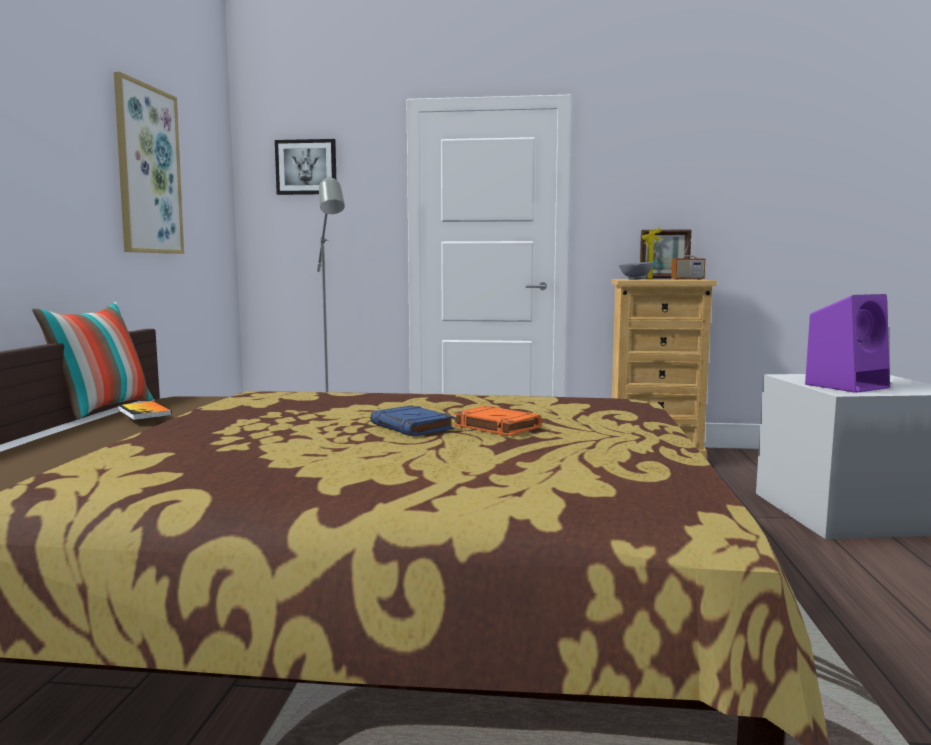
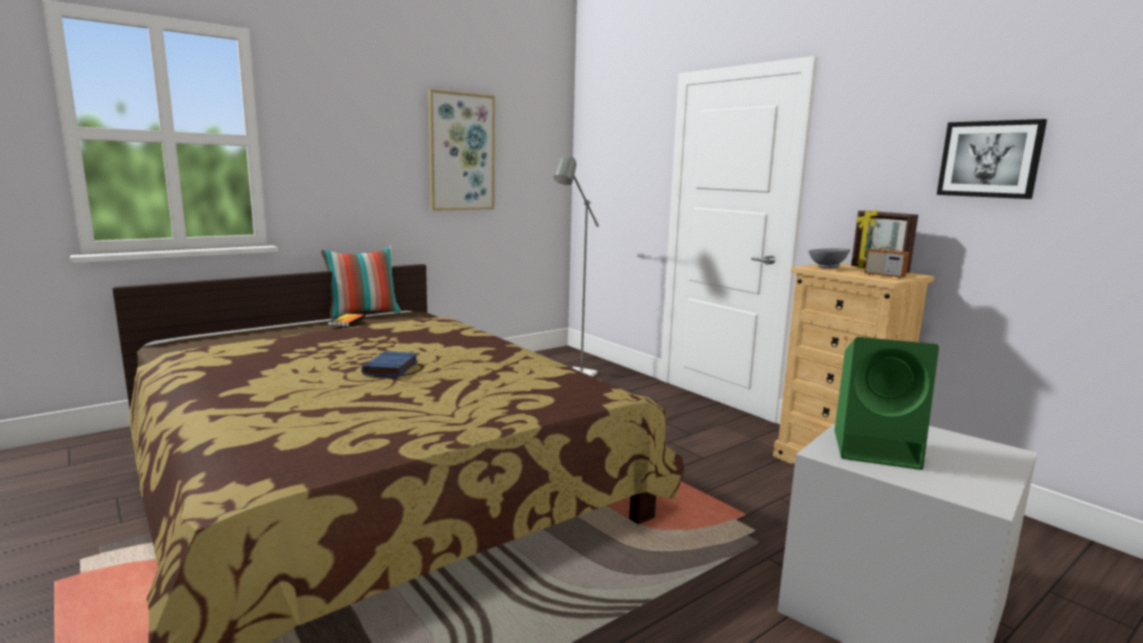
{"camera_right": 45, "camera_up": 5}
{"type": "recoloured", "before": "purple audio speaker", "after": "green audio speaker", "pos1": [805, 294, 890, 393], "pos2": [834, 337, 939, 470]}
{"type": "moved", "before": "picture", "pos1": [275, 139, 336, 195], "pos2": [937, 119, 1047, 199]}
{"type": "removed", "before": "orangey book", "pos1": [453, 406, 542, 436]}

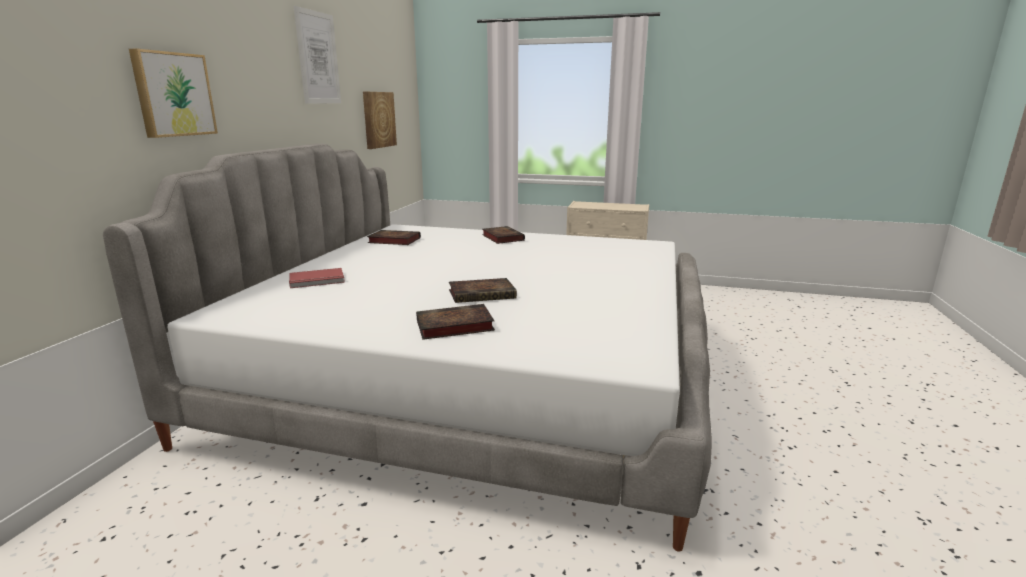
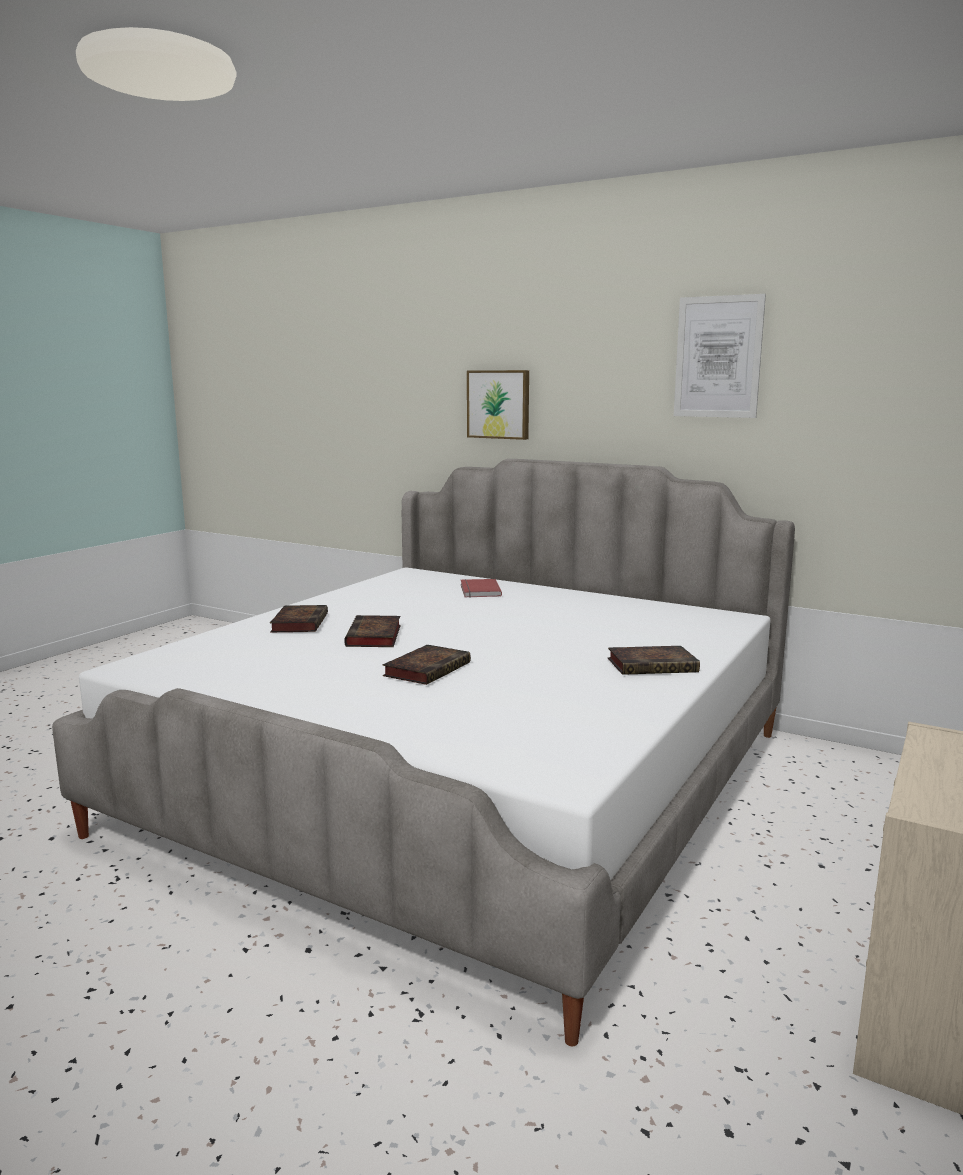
{"camera_right": 105, "camera_up": -5}
{"type": "moved", "before": "book", "pos1": [367, 230, 421, 245], "pos2": [382, 645, 471, 685]}
{"type": "removed", "before": "picture", "pos1": [363, 92, 397, 149]}

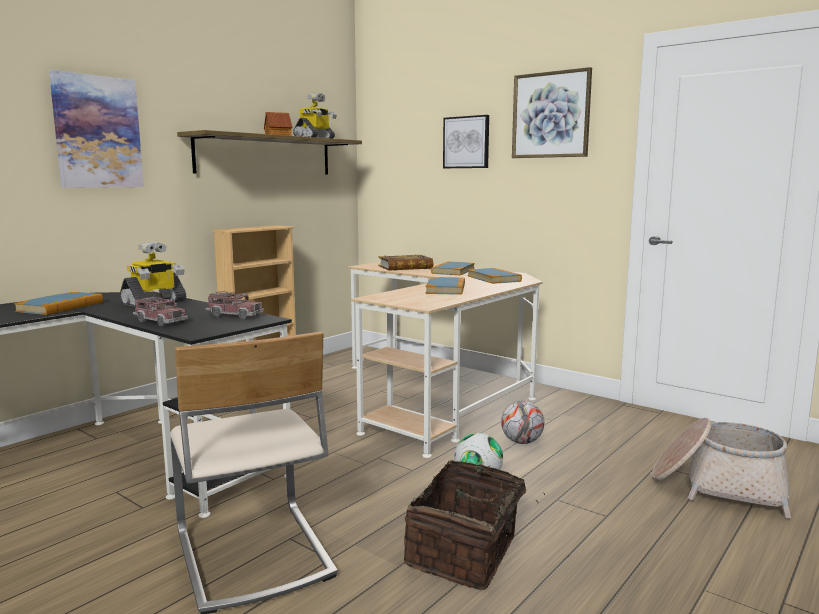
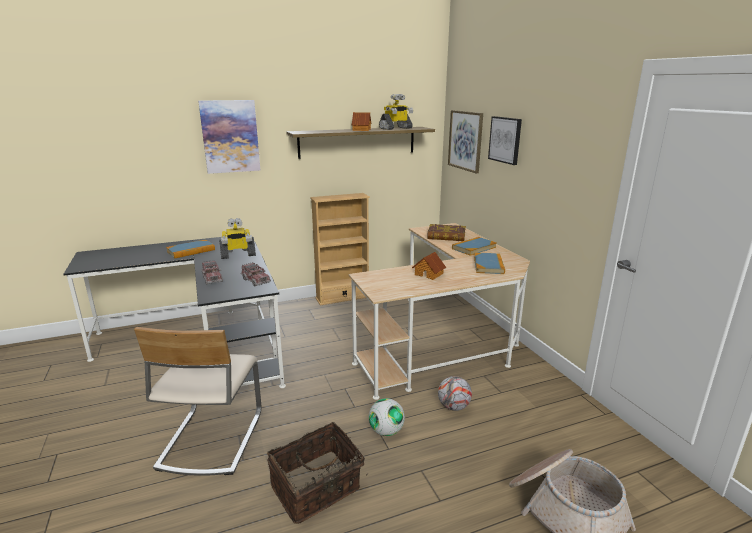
{"camera_right": 30, "camera_up": 10}
{"type": "replaced", "before": "book", "after": "miniature house", "pos1": [425, 277, 465, 295], "pos2": [412, 252, 446, 280]}
{"type": "moved", "before": "picture", "pos1": [512, 67, 592, 158], "pos2": [448, 110, 483, 173]}

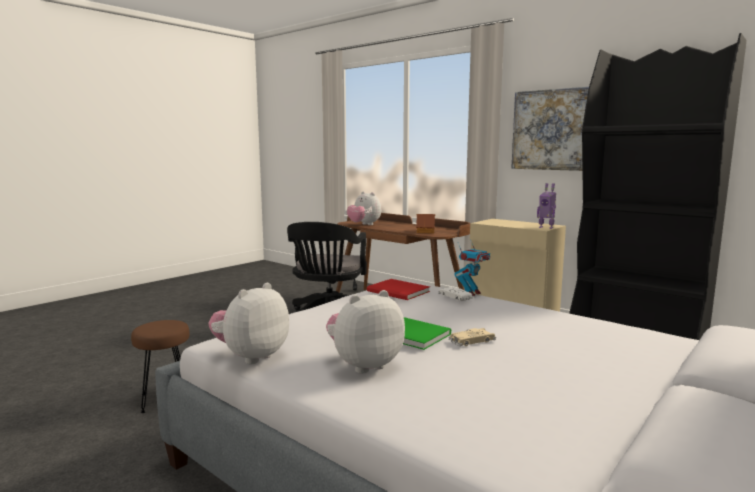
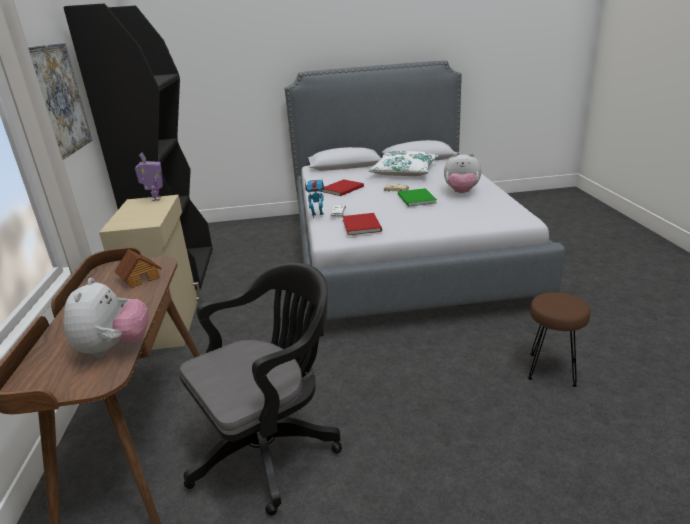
{"camera_right": -135, "camera_up": 15}
{"type": "added", "after": "red-coloured book", "pos2": [321, 179, 364, 196]}
{"type": "added", "after": "white-coloured throw pillow", "pos2": [368, 151, 439, 176]}
{"type": "removed", "before": "cuddly toy", "pos1": [208, 283, 289, 364]}

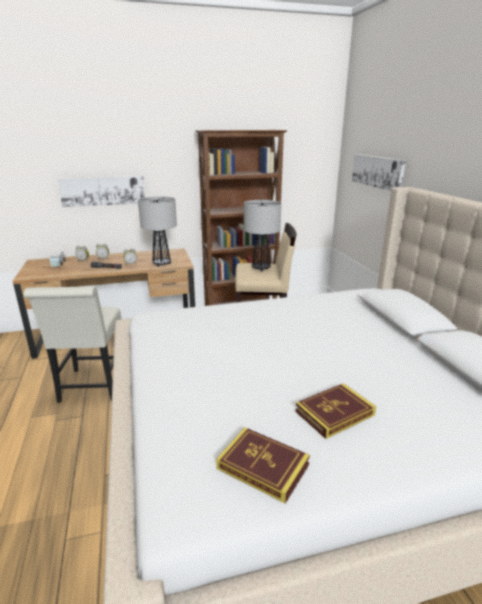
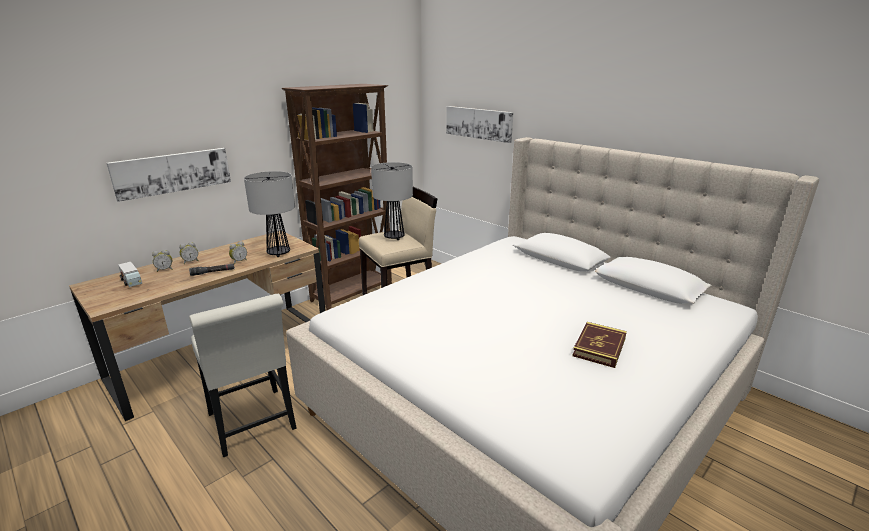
{"camera_right": -30, "camera_up": 0}
{"type": "removed", "before": "book", "pos1": [216, 427, 310, 503]}

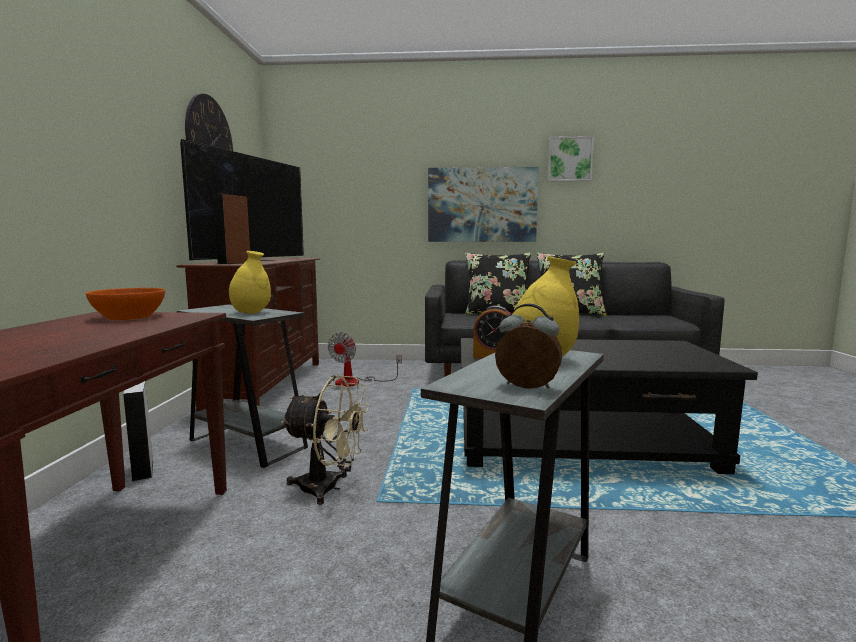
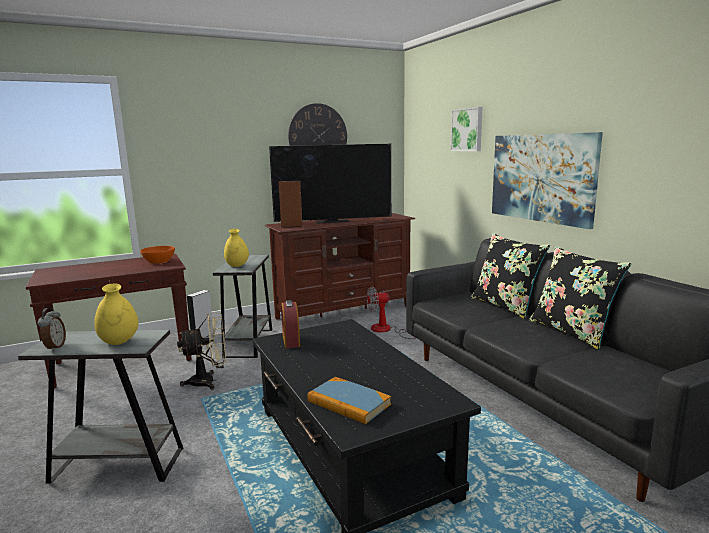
{"camera_right": 60, "camera_up": 5}
{"type": "turned", "before": "sand-coloured fan", "pos1": [281, 375, 369, 505], "pos2": [177, 313, 226, 390], "turn": -90}
{"type": "added", "after": "book", "pos2": [307, 377, 391, 424]}
{"type": "moved", "before": "picture", "pos1": [547, 136, 594, 182], "pos2": [450, 107, 483, 151]}

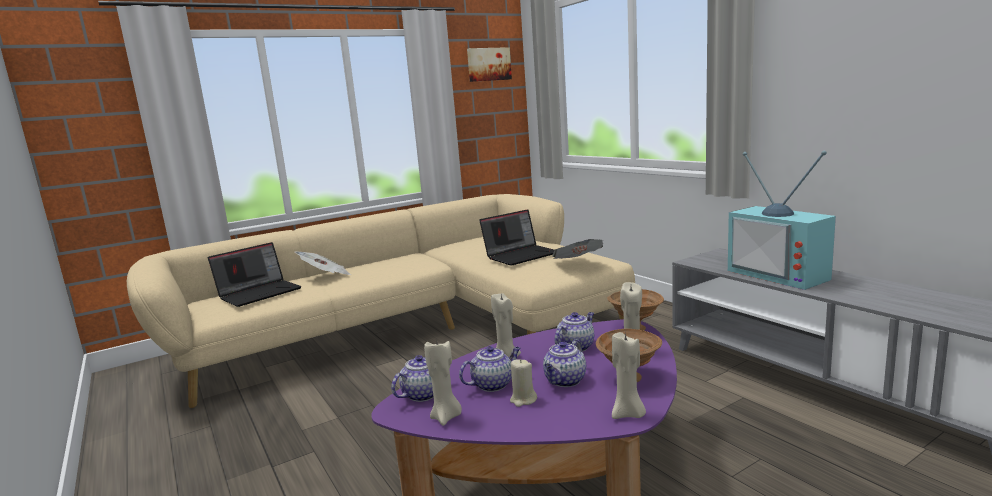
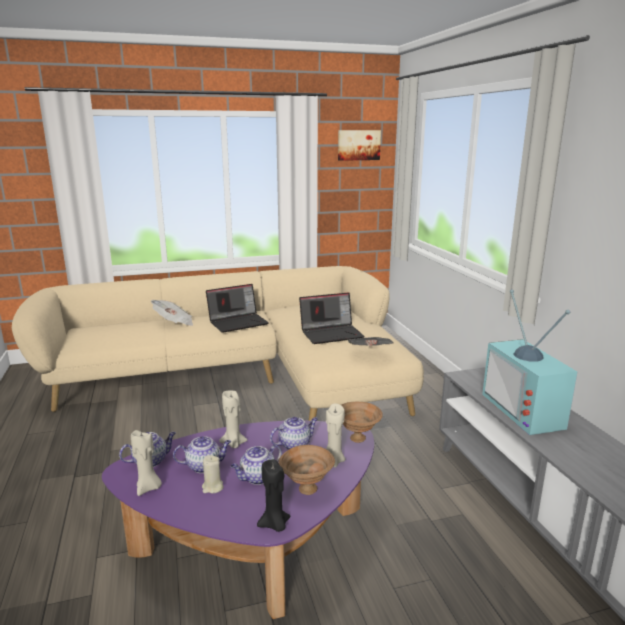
{"camera_right": 15, "camera_up": 5}
{"type": "moved", "before": "portable computer", "pos1": [208, 242, 301, 307], "pos2": [206, 284, 269, 333]}
{"type": "recoloured", "before": "sand-coloured candle", "after": "black candle", "pos1": [612, 331, 646, 419], "pos2": [257, 459, 290, 532]}

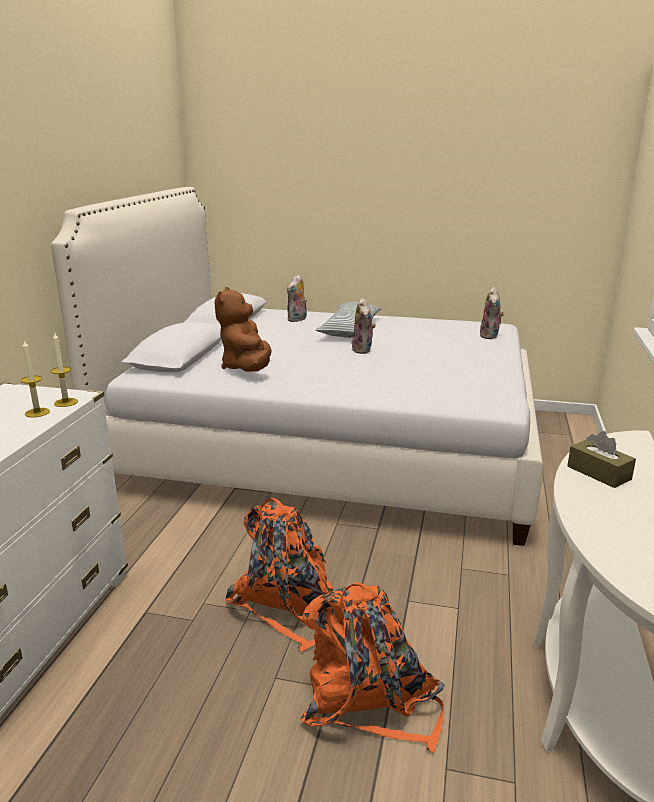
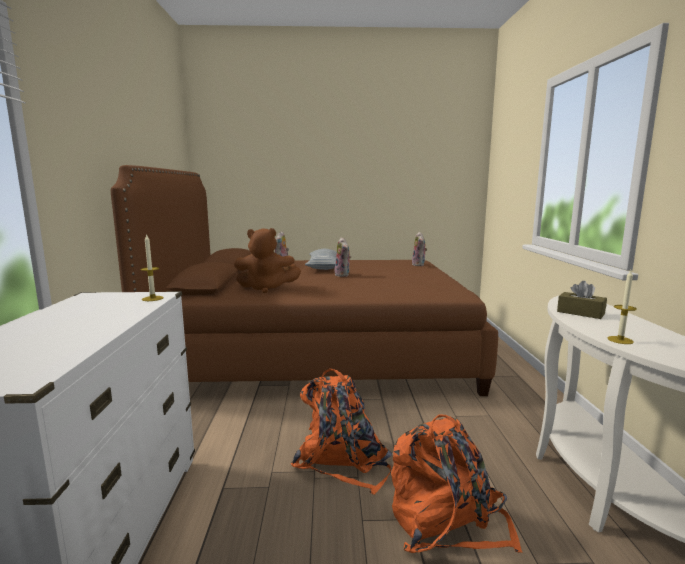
{"camera_right": -15, "camera_up": -10}
{"type": "recoloured", "before": "white-coloured bed", "after": "brown-coloured bed", "pos1": [51, 187, 543, 546], "pos2": [111, 165, 498, 396]}
{"type": "turned", "before": "brown-coloured cuddly toy", "pos1": [215, 287, 272, 372], "pos2": [234, 228, 301, 293], "turn": -75}
{"type": "moved", "before": "candle", "pos1": [20, 340, 50, 418], "pos2": [608, 270, 637, 344]}

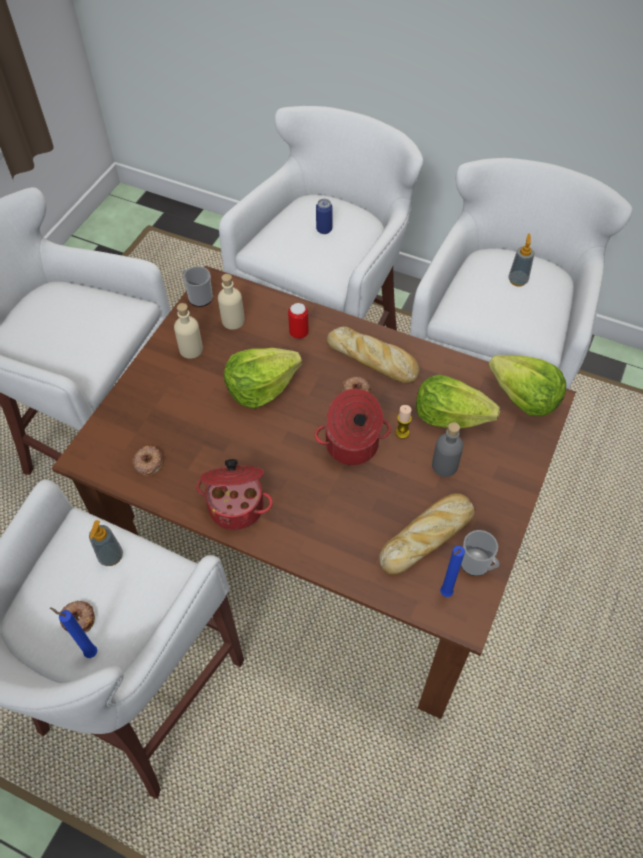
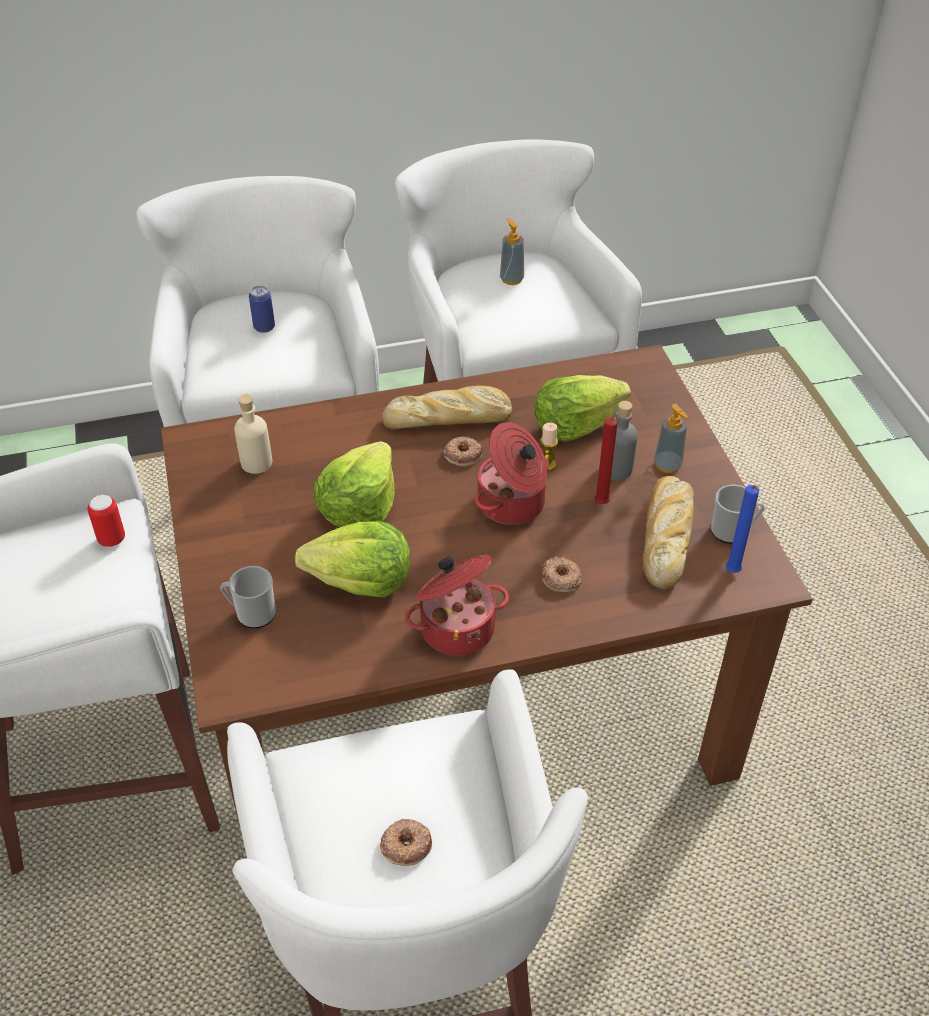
{"camera_right": -40, "camera_up": -10}
{"type": "moved", "before": "can", "pos1": [288, 303, 309, 339], "pos2": [87, 495, 125, 547]}
{"type": "moved", "before": "tea mug", "pos1": [183, 266, 213, 307], "pos2": [220, 566, 276, 629]}
{"type": "moved", "before": "lettuce", "pos1": [488, 355, 566, 416], "pos2": [295, 521, 410, 598]}
{"type": "moved", "before": "doughnut", "pos1": [133, 446, 163, 476], "pos2": [542, 556, 582, 592]}
{"type": "added", "after": "red-coloured candle", "pos2": [595, 417, 618, 504]}
{"type": "moved", "before": "liquid soap bottle", "pos1": [89, 520, 123, 566], "pos2": [654, 404, 688, 473]}
{"type": "removed", "before": "blue-coloured candle", "pos1": [50, 607, 97, 658]}
{"type": "removed", "before": "sand-coloured bottle", "pos1": [174, 303, 203, 359]}

